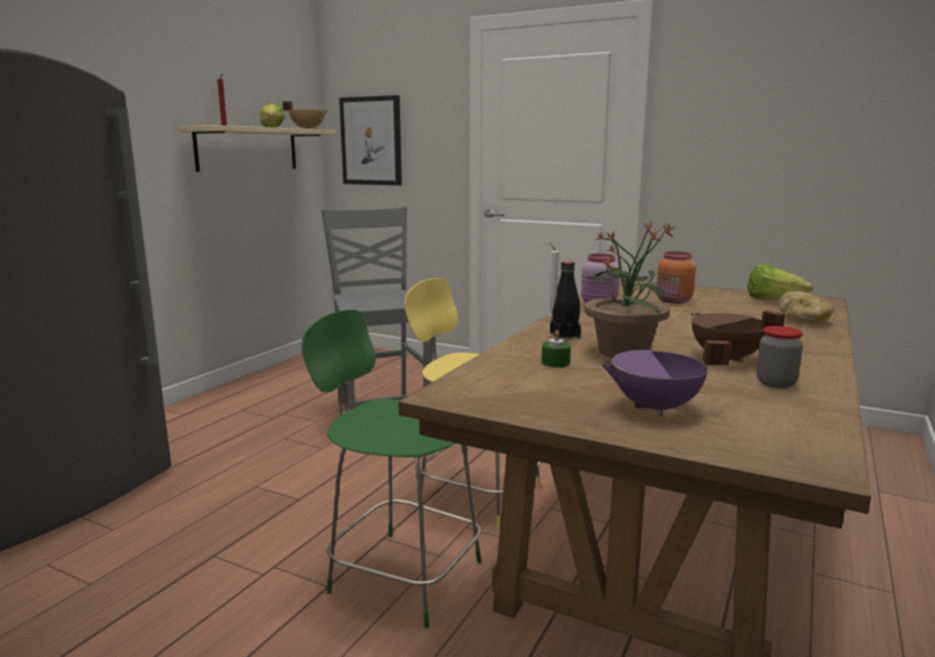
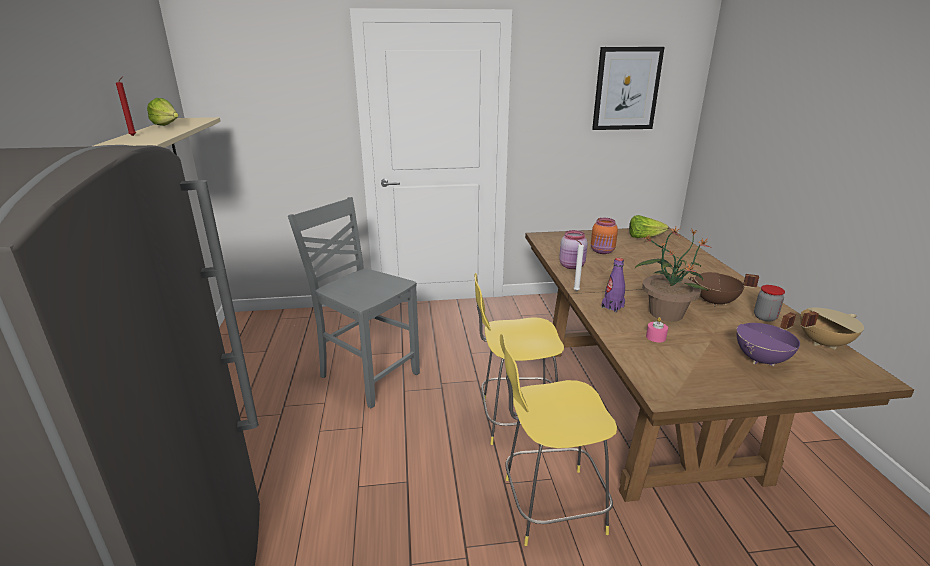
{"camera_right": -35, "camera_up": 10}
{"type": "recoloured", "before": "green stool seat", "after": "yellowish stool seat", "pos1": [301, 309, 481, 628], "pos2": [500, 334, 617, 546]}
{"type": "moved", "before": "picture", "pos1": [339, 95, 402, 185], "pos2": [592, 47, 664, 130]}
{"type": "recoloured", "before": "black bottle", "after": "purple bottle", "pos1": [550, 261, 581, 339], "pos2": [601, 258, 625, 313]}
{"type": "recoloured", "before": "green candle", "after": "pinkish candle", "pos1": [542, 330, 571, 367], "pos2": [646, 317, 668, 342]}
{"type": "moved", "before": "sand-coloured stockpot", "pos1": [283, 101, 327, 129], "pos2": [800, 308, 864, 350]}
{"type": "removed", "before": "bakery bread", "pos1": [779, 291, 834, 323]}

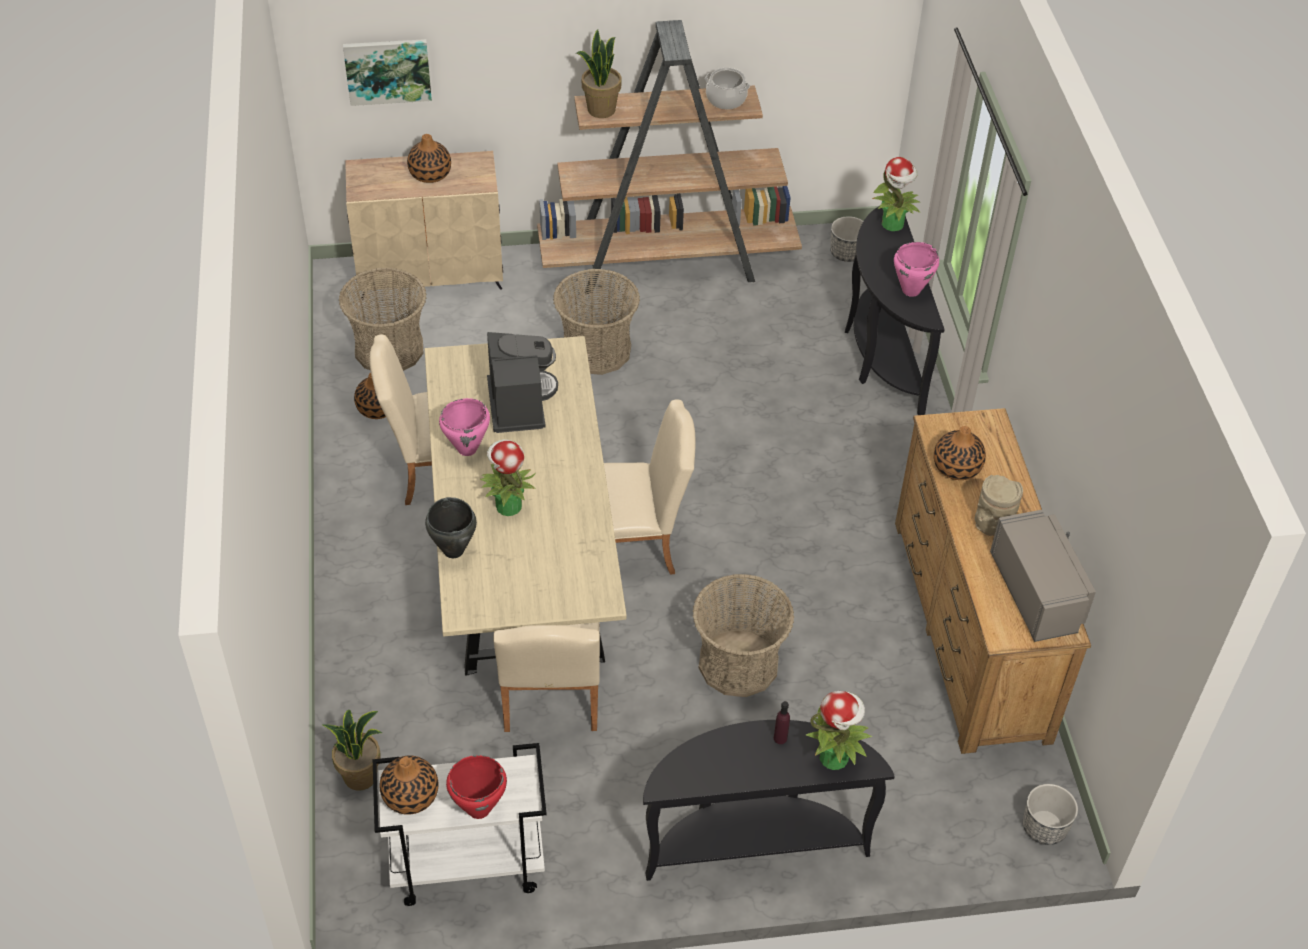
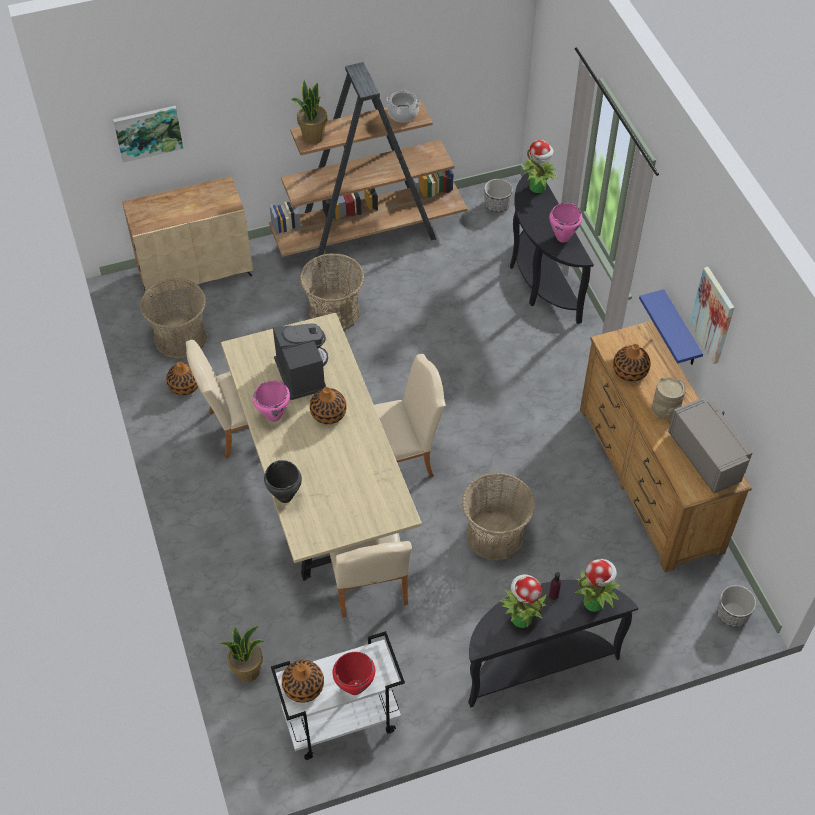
{"camera_right": -10, "camera_up": 5}
{"type": "moved", "before": "flower vase", "pos1": [407, 134, 451, 183], "pos2": [310, 387, 347, 424]}
{"type": "moved", "before": "plant in a pot", "pos1": [480, 440, 536, 516], "pos2": [499, 574, 547, 628]}
{"type": "added", "after": "blue-coloured wall shelf", "pos2": [639, 289, 703, 365]}
{"type": "added", "after": "picture", "pos2": [689, 267, 735, 364]}

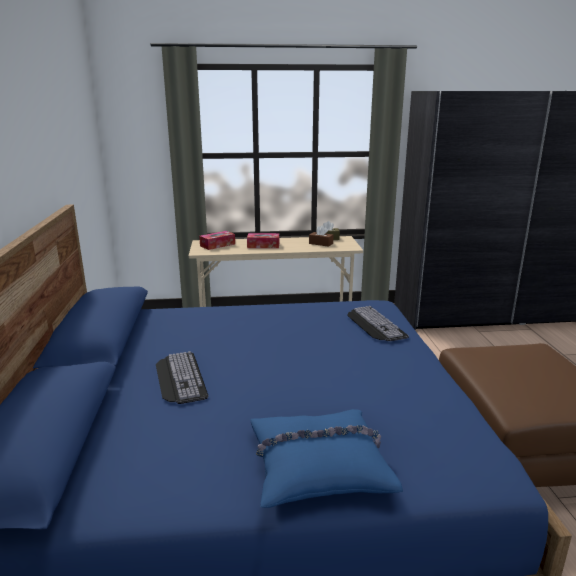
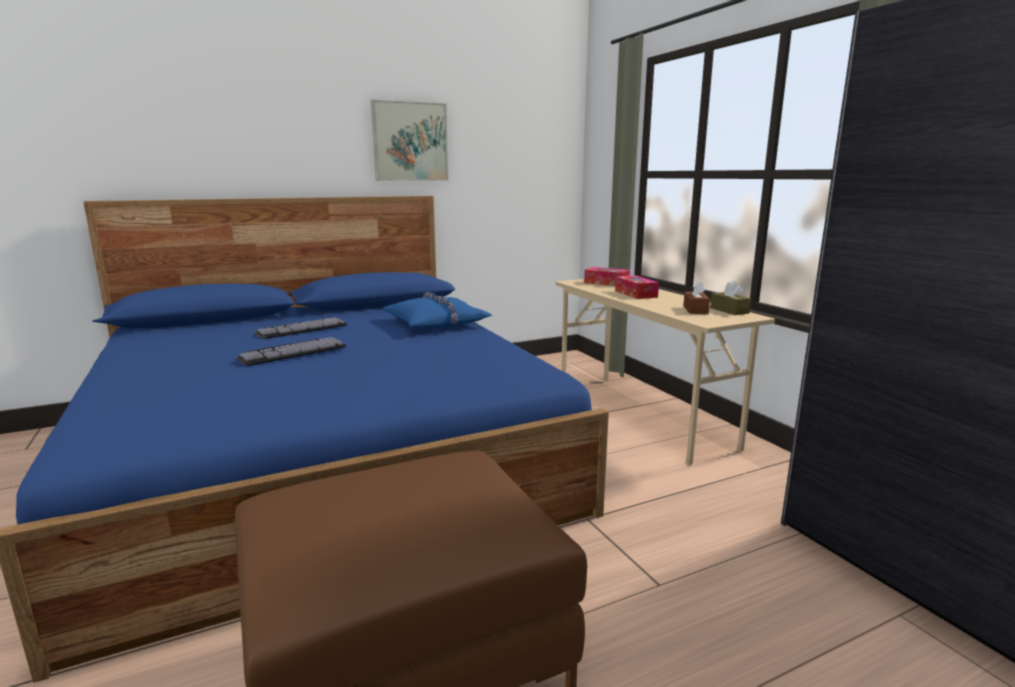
{"camera_right": 70, "camera_up": -5}
{"type": "moved", "before": "keyboard", "pos1": [347, 306, 409, 341], "pos2": [236, 337, 346, 366]}
{"type": "added", "after": "picture", "pos2": [371, 100, 448, 181]}
{"type": "moved", "before": "blue-coloured throw pillow", "pos1": [250, 409, 403, 508], "pos2": [383, 292, 492, 330]}

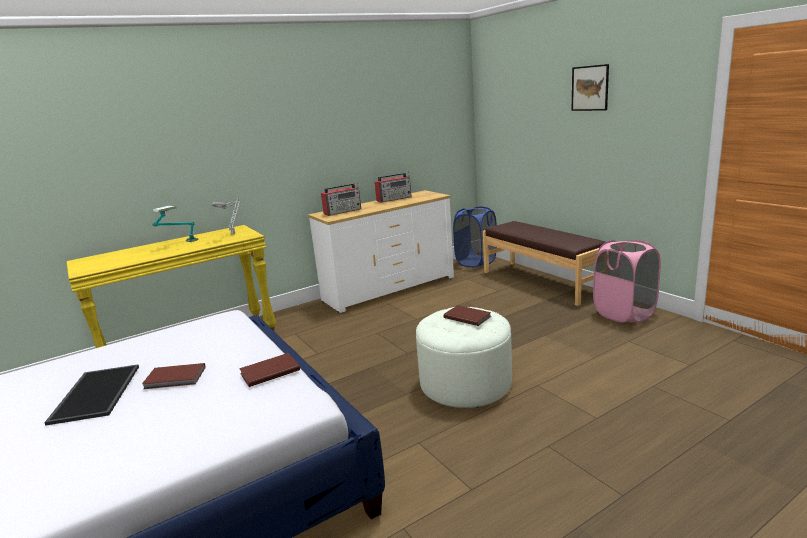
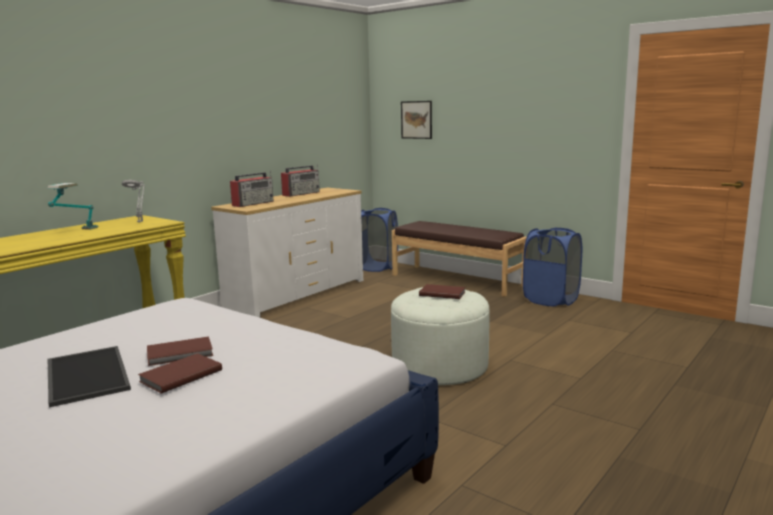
{"camera_right": -20, "camera_up": -5}
{"type": "moved", "before": "brown-coloured book", "pos1": [239, 353, 300, 387], "pos2": [138, 353, 222, 394]}
{"type": "moved", "before": "picture", "pos1": [572, 64, 609, 111], "pos2": [401, 101, 432, 139]}
{"type": "recoloured", "before": "pinkish hamper", "after": "blue-coloured hamper", "pos1": [593, 240, 661, 323], "pos2": [523, 227, 582, 306]}

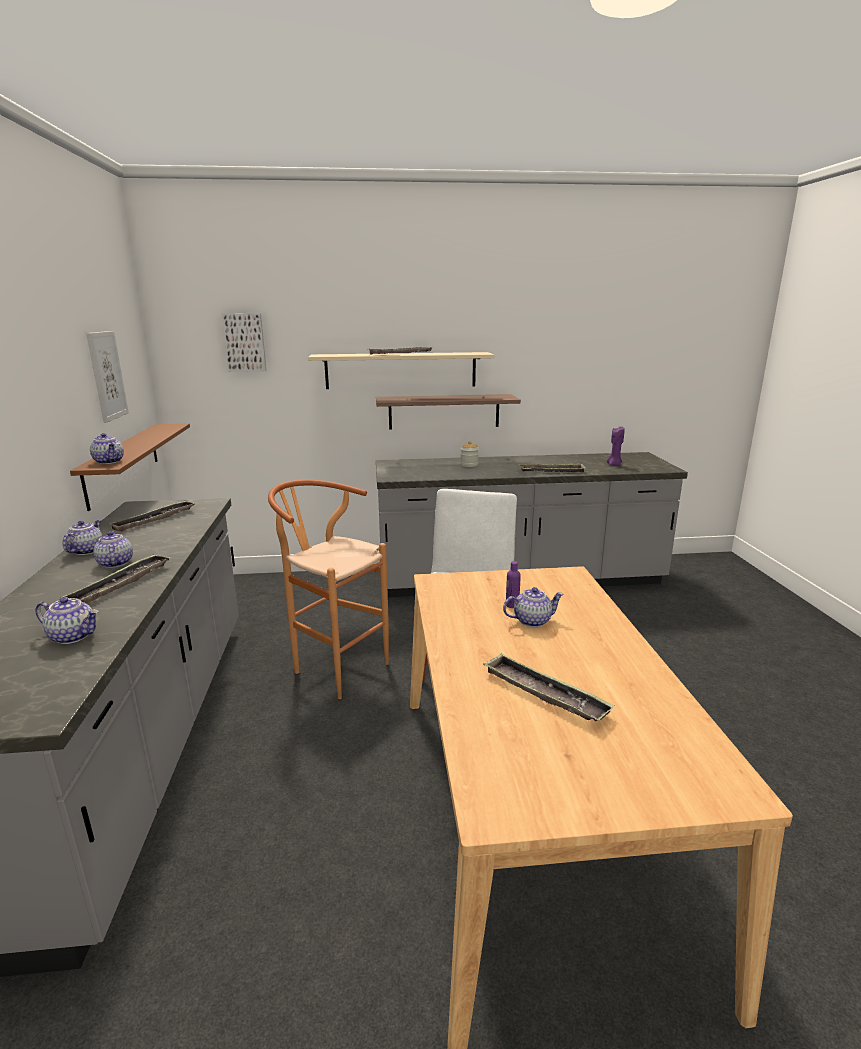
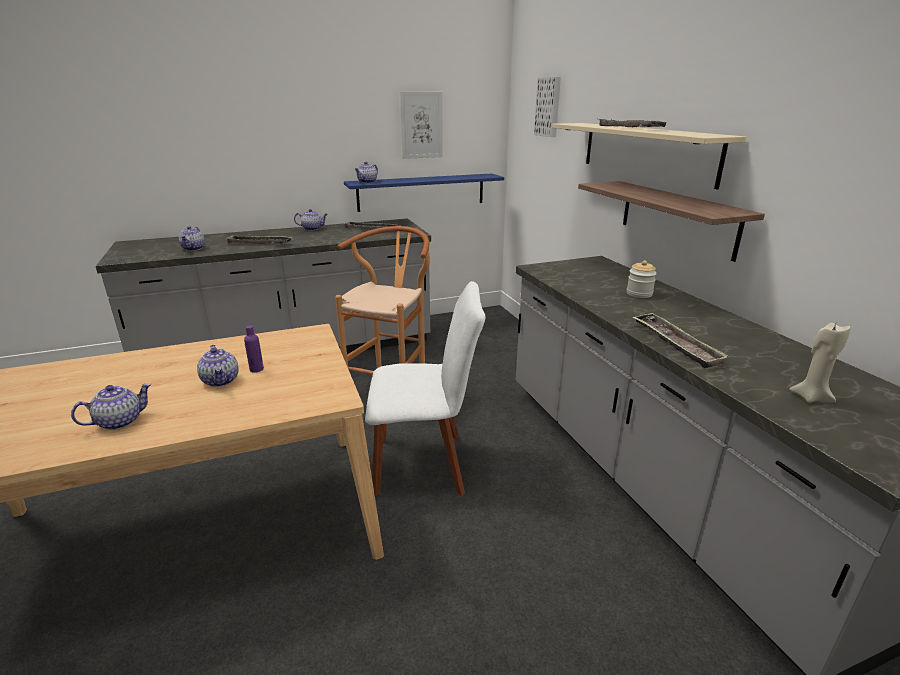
{"camera_right": 75, "camera_up": 5}
{"type": "moved", "before": "teapot", "pos1": [93, 531, 133, 568], "pos2": [71, 383, 152, 430]}
{"type": "recoloured", "before": "brown-coloured wall shelf", "after": "blue-coloured wall shelf", "pos1": [70, 423, 190, 511], "pos2": [344, 174, 504, 212]}
{"type": "recoloured", "before": "purple candle", "after": "sand-coloured candle", "pos1": [607, 426, 625, 466], "pos2": [789, 323, 851, 403]}
{"type": "removed", "before": "serving tray", "pos1": [483, 653, 615, 721]}

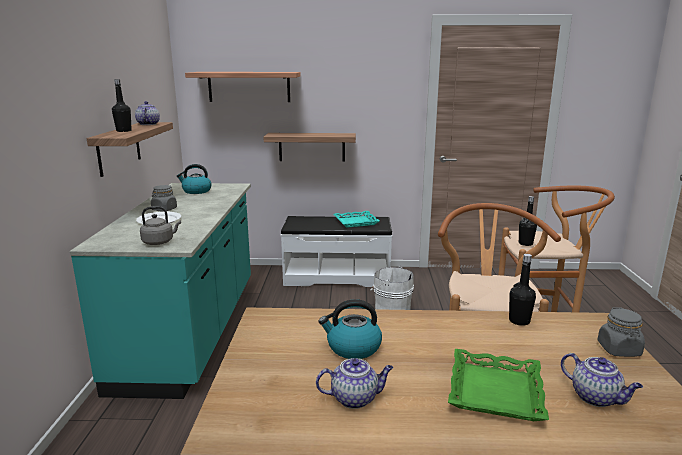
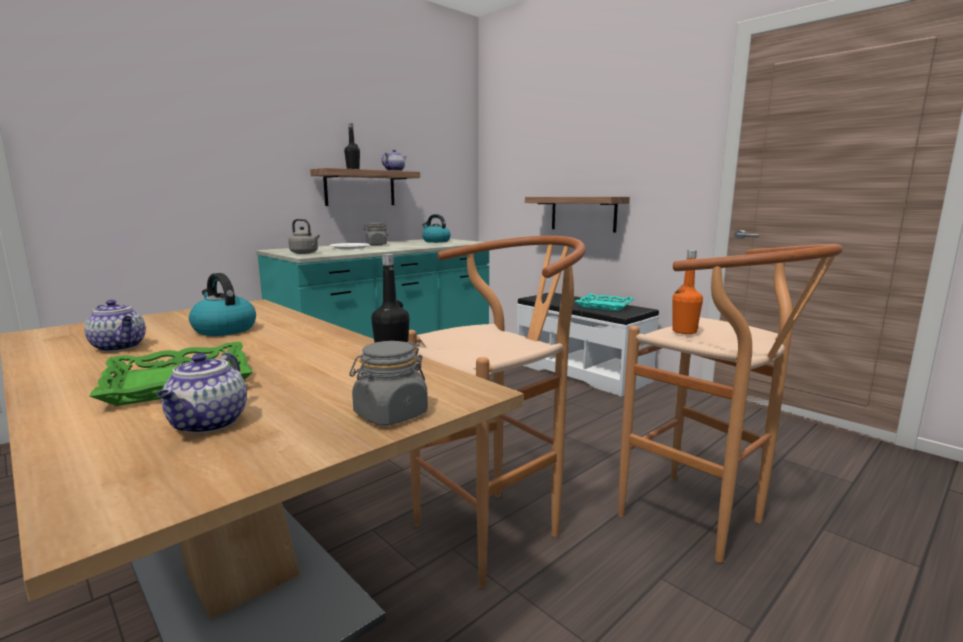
{"camera_right": 45, "camera_up": -5}
{"type": "recoloured", "before": "black bottle", "after": "orangey bottle", "pos1": [519, 196, 537, 246], "pos2": [672, 250, 703, 334]}
{"type": "removed", "before": "wall shelf", "pos1": [185, 72, 301, 102]}
{"type": "removed", "before": "white-coloured pail", "pos1": [371, 266, 414, 310]}

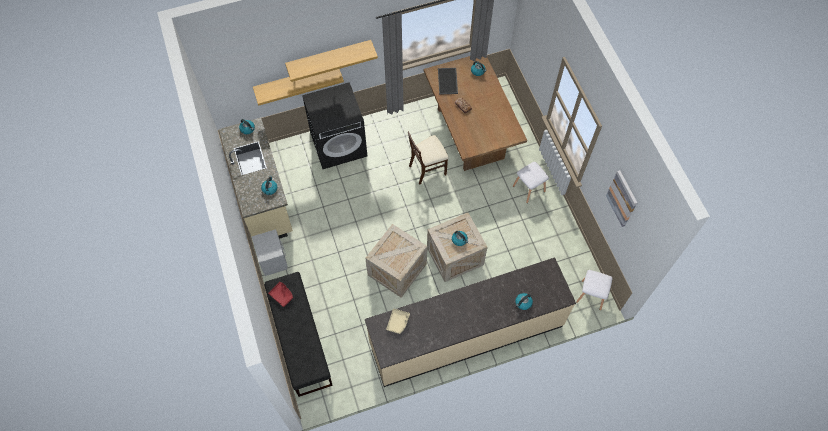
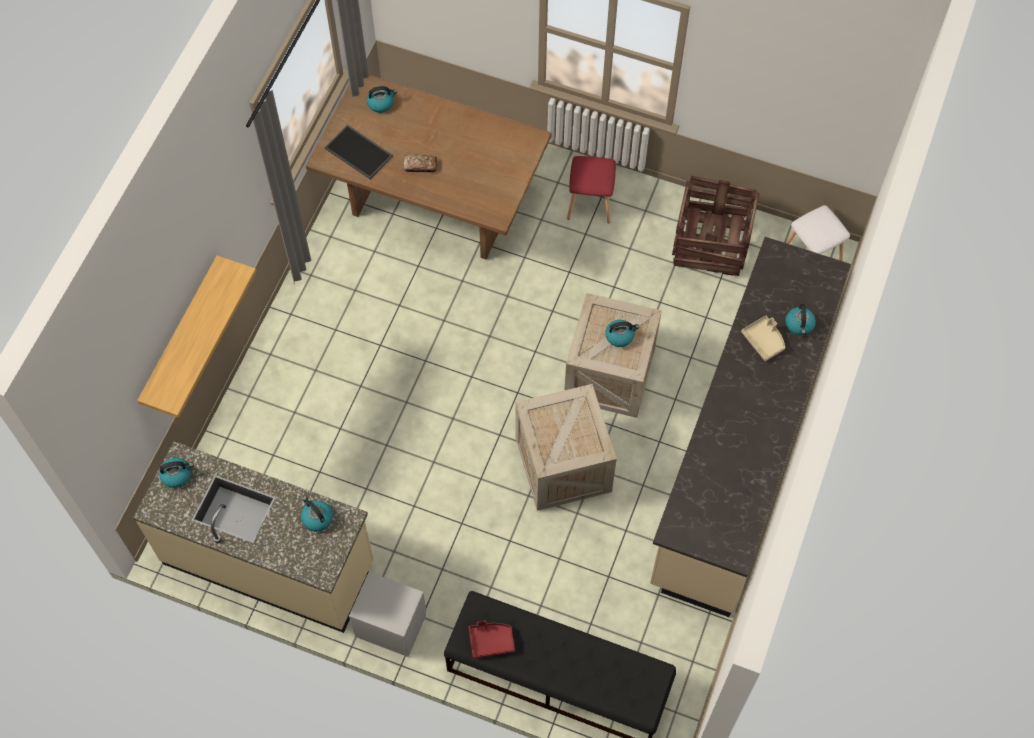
{"camera_right": -50, "camera_up": 0}
{"type": "recoloured", "before": "white-coloured stool seat", "after": "red-coloured stool seat", "pos1": [513, 162, 549, 203], "pos2": [567, 156, 616, 224]}
{"type": "added", "after": "crate", "pos2": [672, 176, 759, 276]}
{"type": "moved", "before": "sand-coloured serving tray", "pos1": [386, 308, 410, 334], "pos2": [741, 315, 785, 361]}
{"type": "removed", "before": "wall shelf", "pos1": [285, 40, 378, 82]}
{"type": "removed", "before": "black washing machine", "pos1": [302, 82, 367, 169]}
{"type": "removed", "before": "sand-coloured chair", "pos1": [408, 131, 449, 185]}
{"type": "removed", "before": "picture", "pos1": [606, 170, 637, 227]}

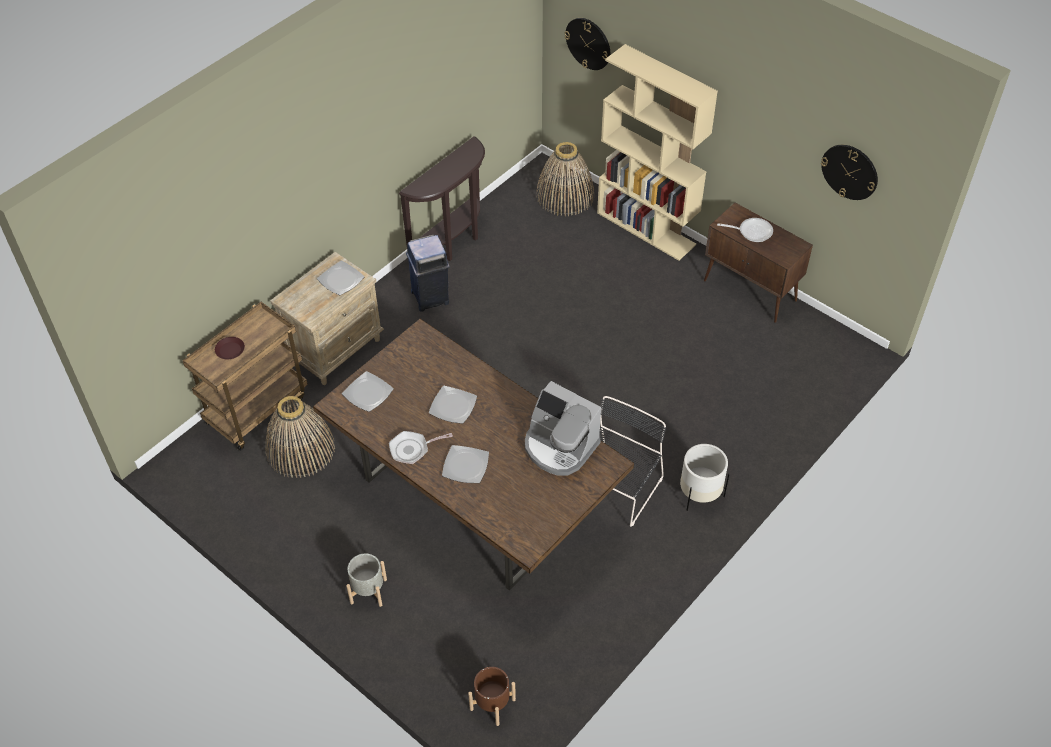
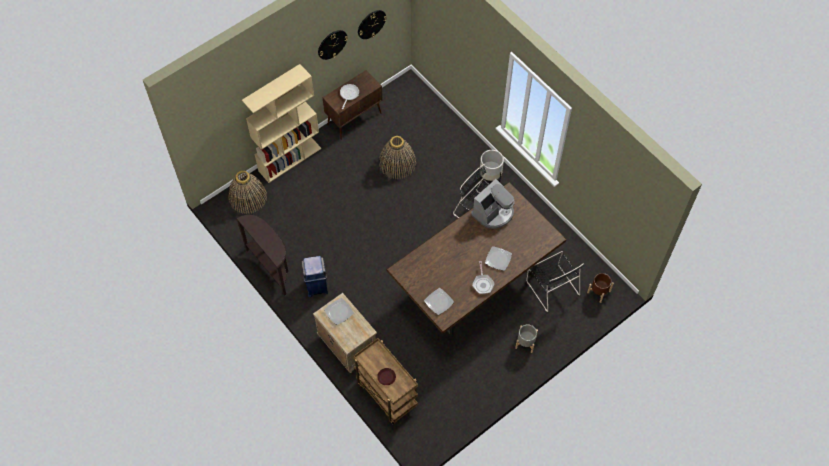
{"camera_right": -80, "camera_up": 10}
{"type": "moved", "before": "hanging clock", "pos1": [565, 18, 610, 70], "pos2": [318, 30, 348, 60]}
{"type": "moved", "before": "household basket", "pos1": [265, 396, 335, 478], "pos2": [379, 136, 416, 179]}
{"type": "added", "after": "black chair", "pos2": [526, 251, 584, 312]}
{"type": "removed", "before": "dinner plate", "pos1": [429, 386, 477, 424]}

